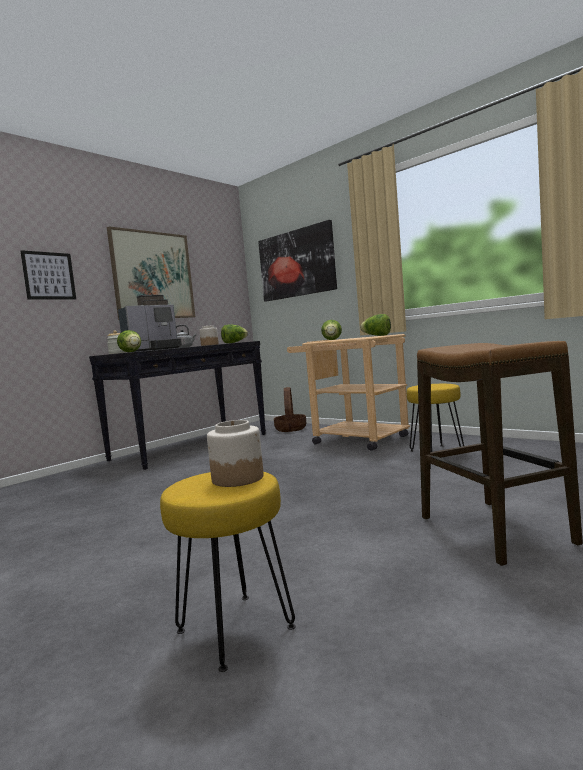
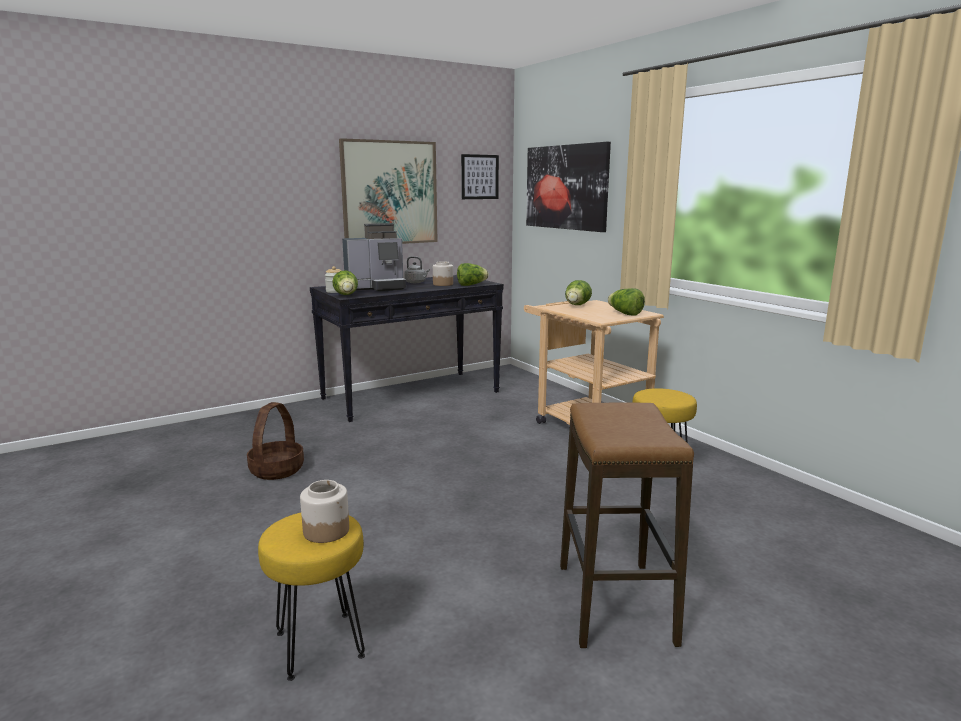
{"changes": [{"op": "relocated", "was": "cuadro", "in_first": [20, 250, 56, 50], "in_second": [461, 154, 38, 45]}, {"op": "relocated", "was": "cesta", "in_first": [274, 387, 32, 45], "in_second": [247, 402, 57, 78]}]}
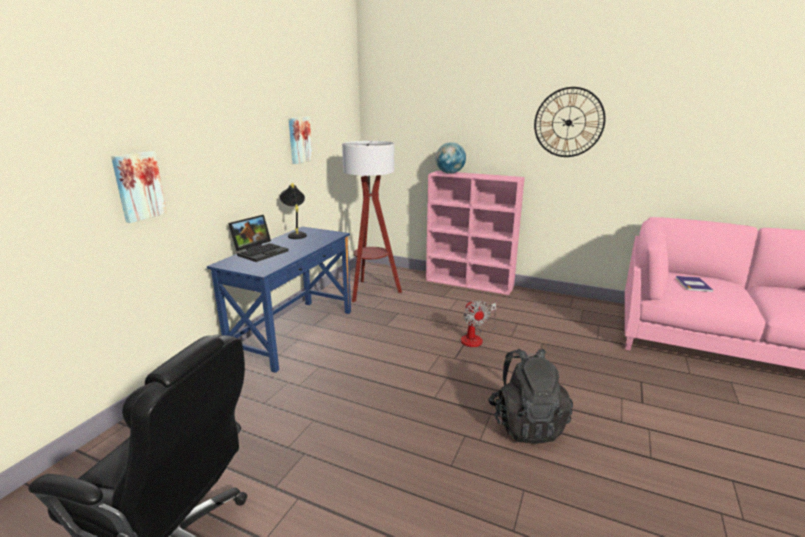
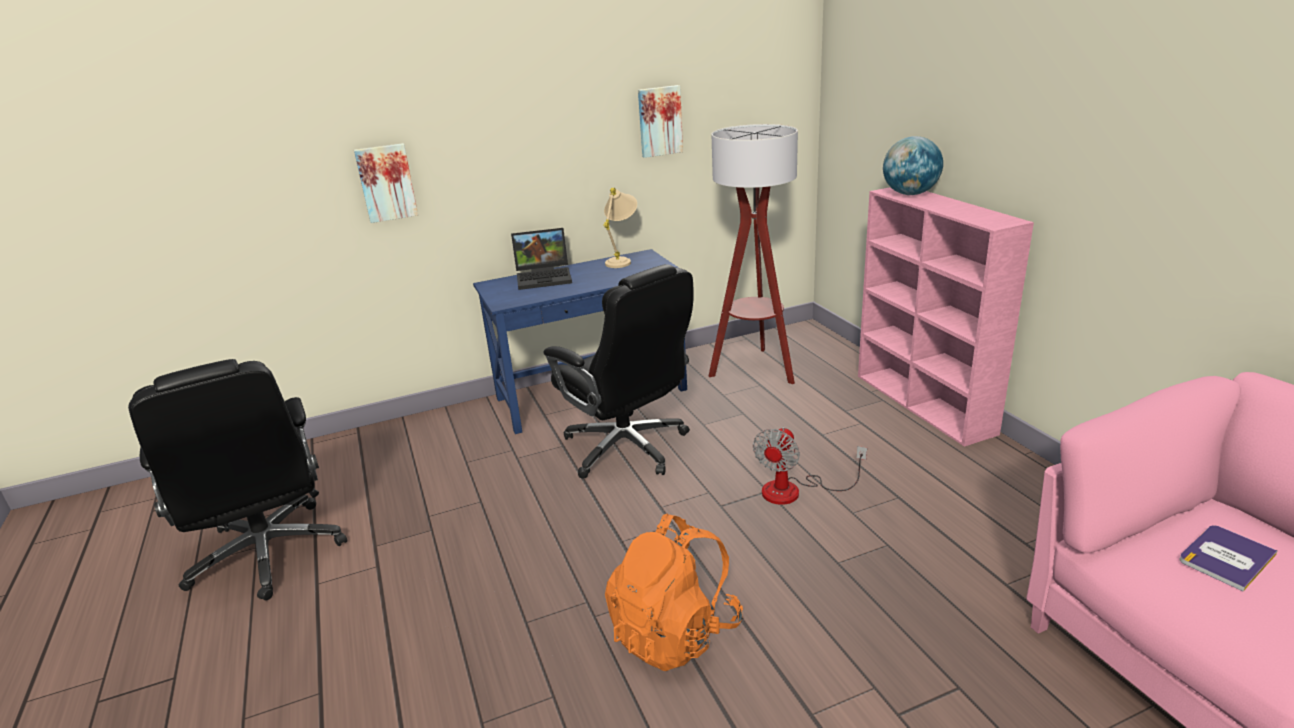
{"changes": [{"op": "colour", "was": "lámpara de mesa [negro]", "now": "lámpara de mesa [beis]", "in_first": [280, 183, 27, 56], "in_second": [603, 188, 34, 80]}, {"op": "colour", "was": "mochila [negro]", "now": "mochila [naranja]", "in_first": [488, 348, 85, 96], "in_second": [605, 513, 138, 158]}, {"op": "missing", "was": "reloj de pared", "in_first": [534, 87, 71, 70]}, {"op": "appeared", "now": "silla de oficina [negro]", "in_second": [543, 264, 151, 215]}]}
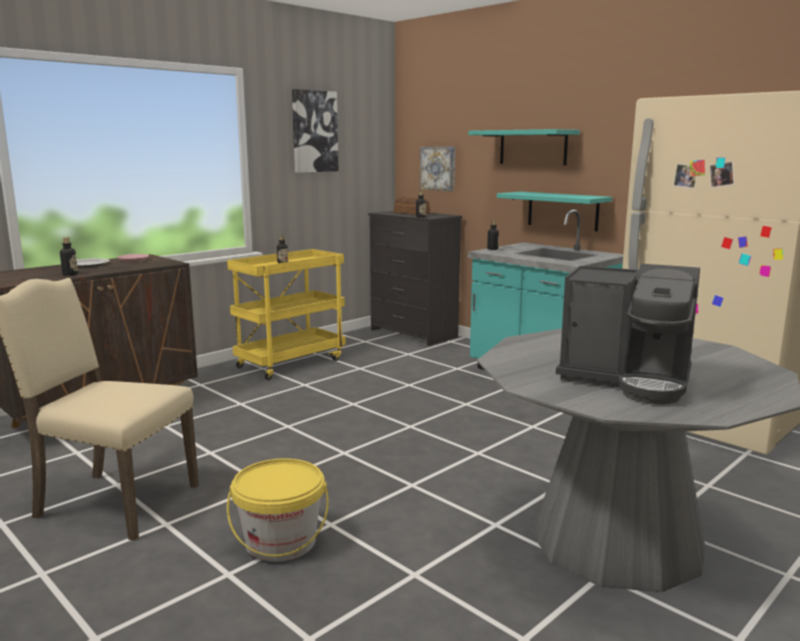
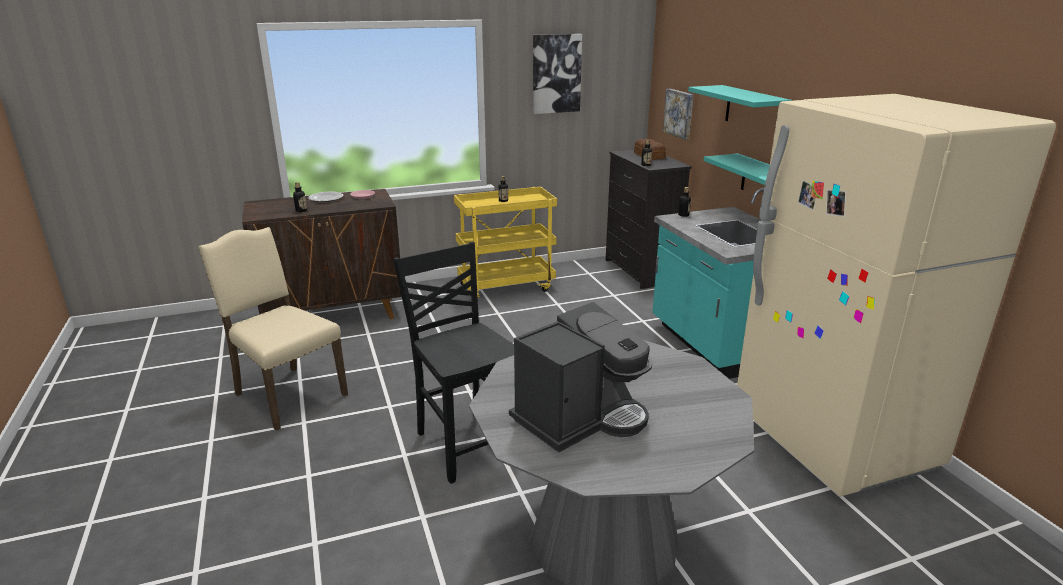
{"changes": [{"op": "missing", "was": "cubo [amarillo]", "in_first": [227, 458, 102, 104]}, {"op": "spun", "was": "cafetera", "in_first": [556, 264, 144, 140], "in_second": [509, 302, 143, 150], "clockwise": -90}, {"op": "appeared", "now": "silla [negro]", "in_second": [393, 242, 121, 242]}]}
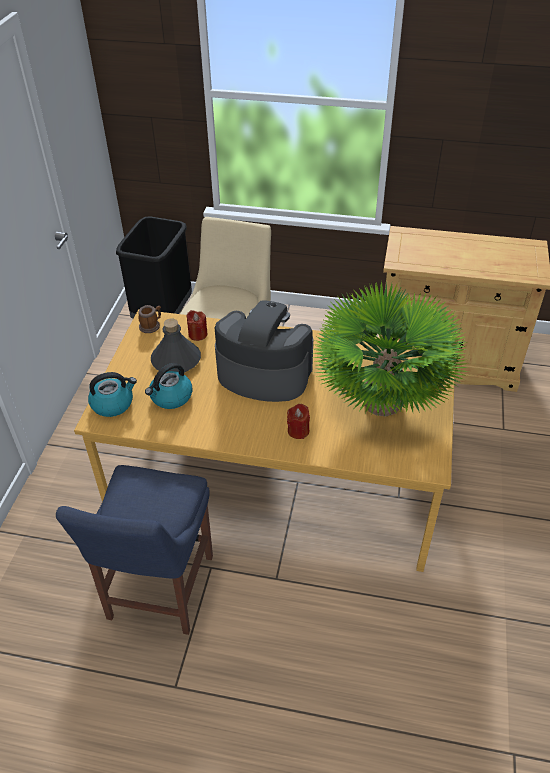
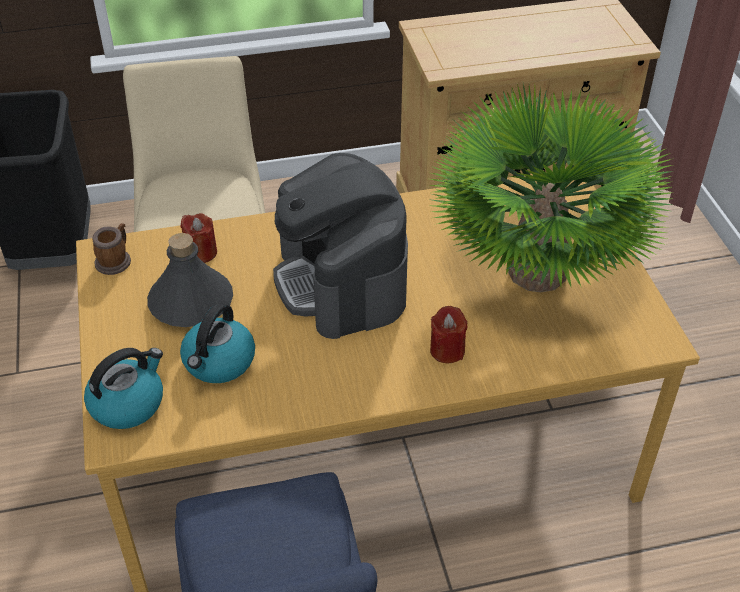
{"changes": [{"op": "spun", "was": "cafetera", "in_first": [215, 300, 98, 102], "in_second": [273, 153, 135, 186], "clockwise": -105}]}
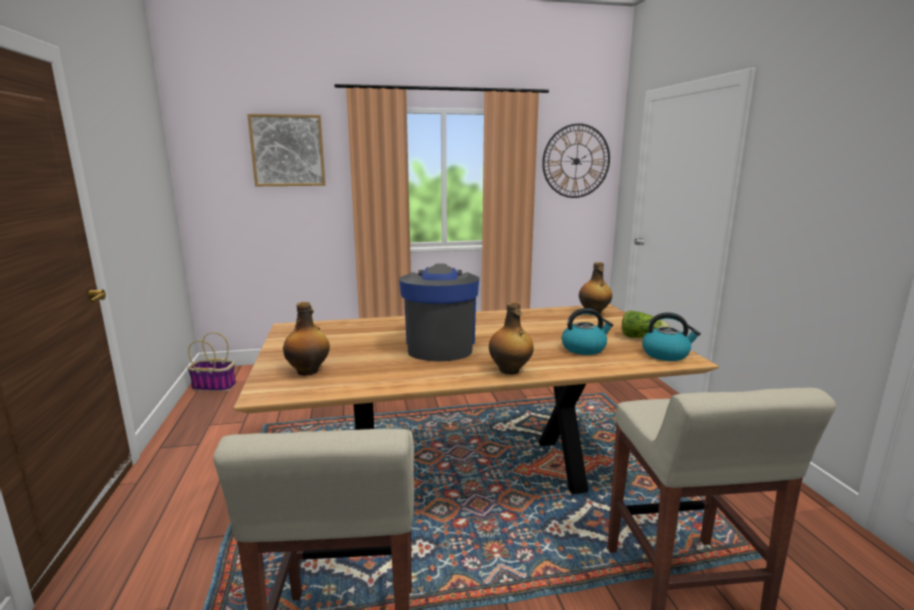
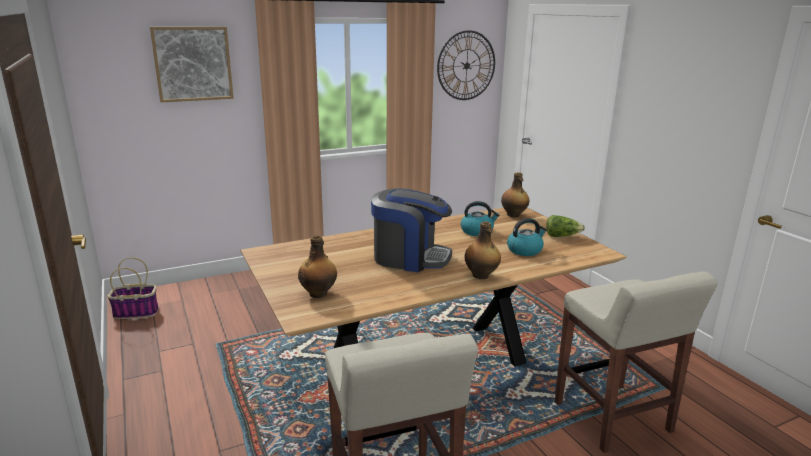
{"changes": [{"op": "spun", "was": "cafetera", "in_first": [399, 264, 80, 97], "in_second": [371, 188, 81, 84], "clockwise": 120}, {"op": "relocated", "was": "hervidor", "in_first": [642, 312, 59, 49], "in_second": [461, 201, 39, 35]}]}
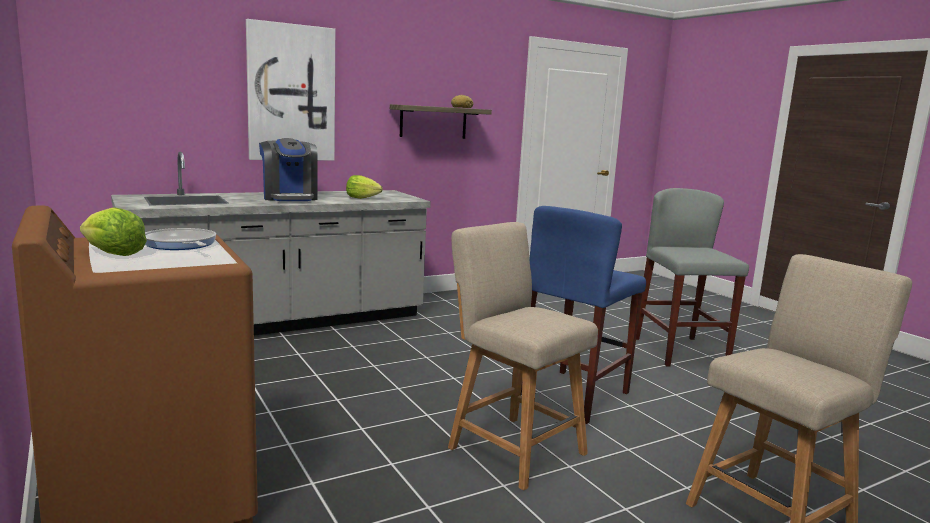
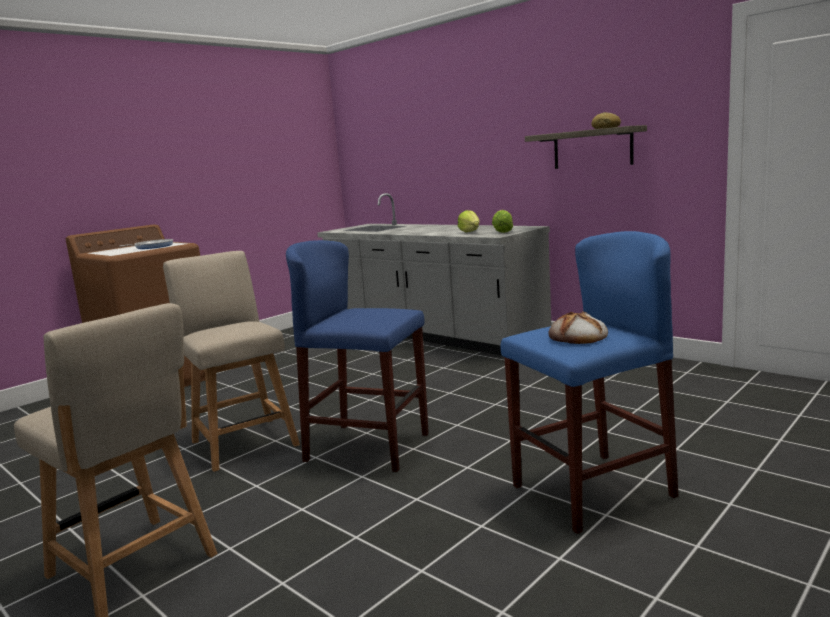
{"changes": [{"op": "relocated", "was": "lechuga", "in_first": [80, 207, 67, 49], "in_second": [492, 210, 21, 23]}, {"op": "missing", "was": "cuadro", "in_first": [246, 19, 89, 142]}, {"op": "missing", "was": "cafetera", "in_first": [259, 138, 59, 63]}, {"op": "spun", "was": "silla [beis]", "in_first": [448, 222, 150, 269], "in_second": [163, 251, 137, 221], "clockwise": -60}, {"op": "colour", "was": "taburete [gris]", "now": "taburete [azul]", "in_first": [636, 188, 113, 178], "in_second": [501, 231, 177, 303]}, {"op": "appeared", "now": "pan", "in_second": [548, 312, 60, 32]}]}
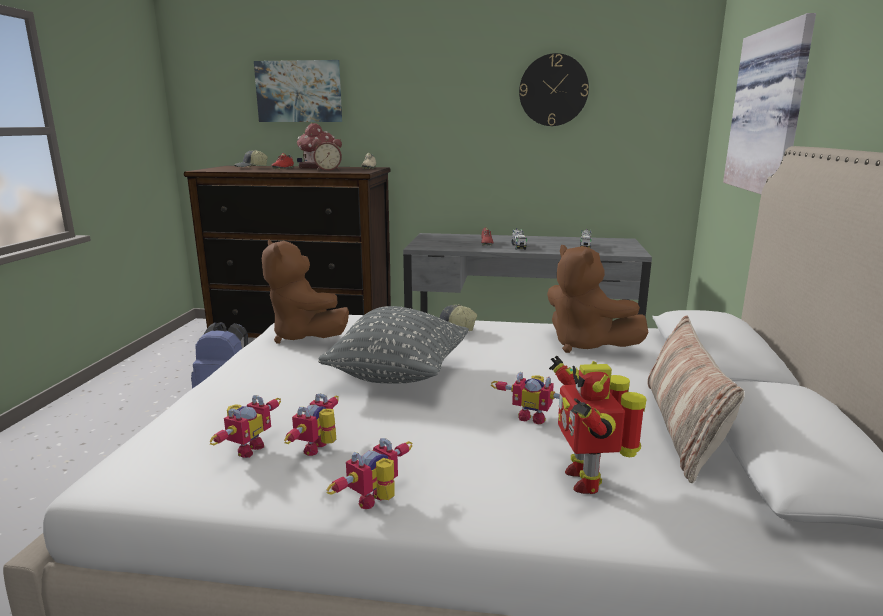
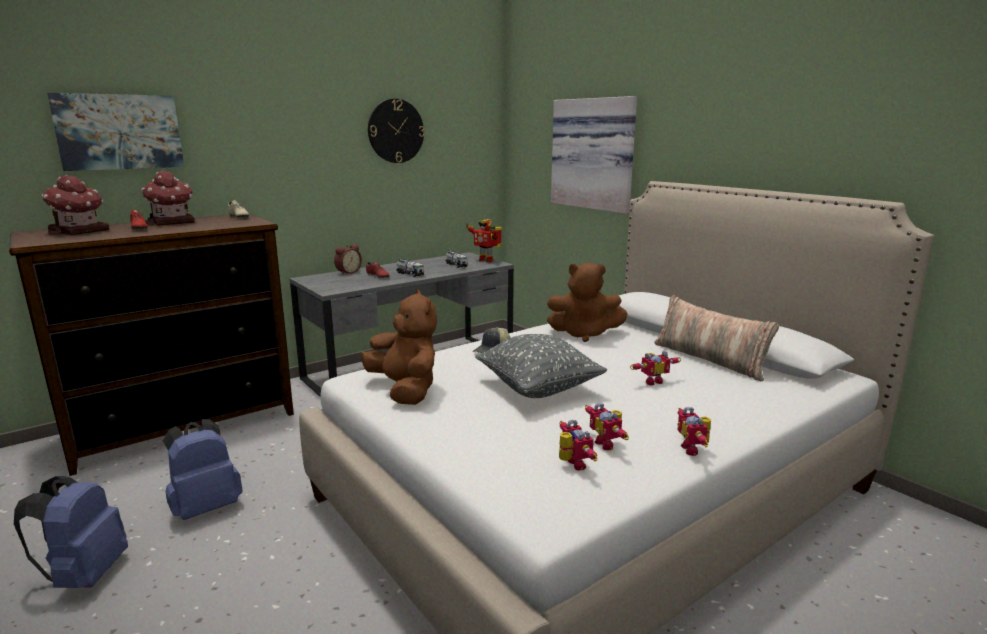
{"changes": [{"op": "exchanged", "was": "gorra", "now": "casita", "in_first": [234, 150, 34, 17], "in_second": [42, 175, 67, 60]}, {"op": "spun", "was": "peluche [marrón]", "in_first": [262, 239, 87, 105], "in_second": [361, 290, 76, 115], "clockwise": -135}, {"op": "relocated", "was": "despertador", "in_first": [312, 139, 30, 32], "in_second": [334, 244, 28, 31]}, {"op": "relocated", "was": "robot de juguete", "in_first": [549, 356, 98, 138], "in_second": [466, 219, 36, 43]}, {"op": "appeared", "now": "mochila [azul]", "in_second": [14, 476, 114, 112]}]}
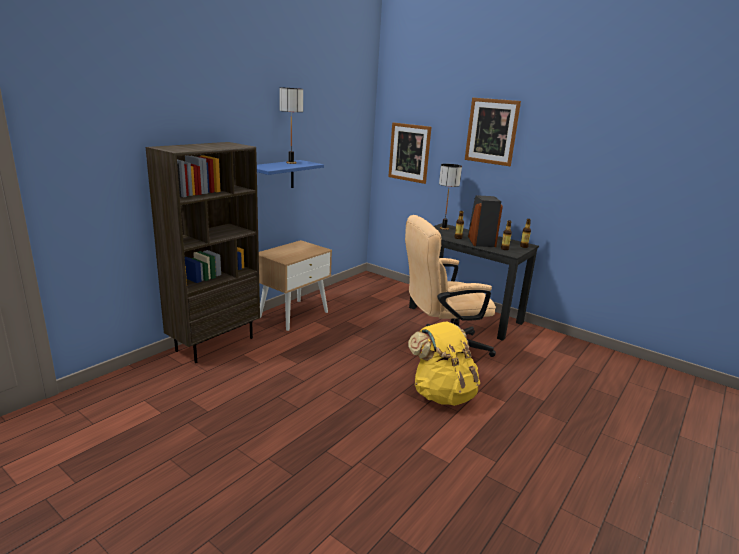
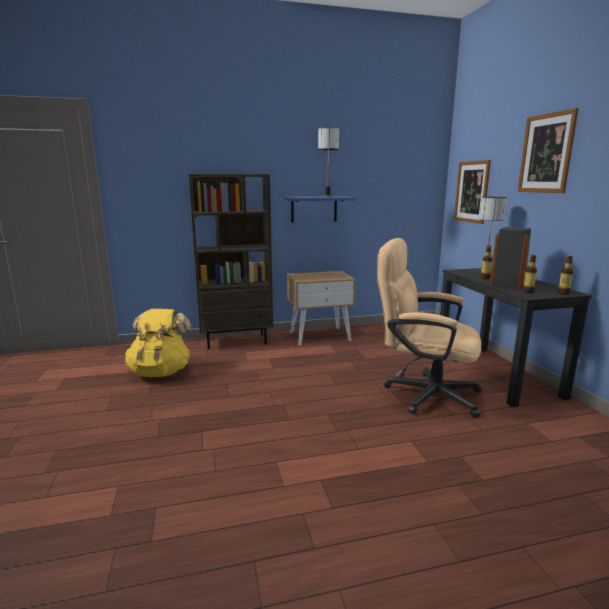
{"changes": [{"op": "relocated", "was": "mochila [amarillo]", "in_first": [408, 321, 72, 85], "in_second": [125, 309, 66, 68]}]}
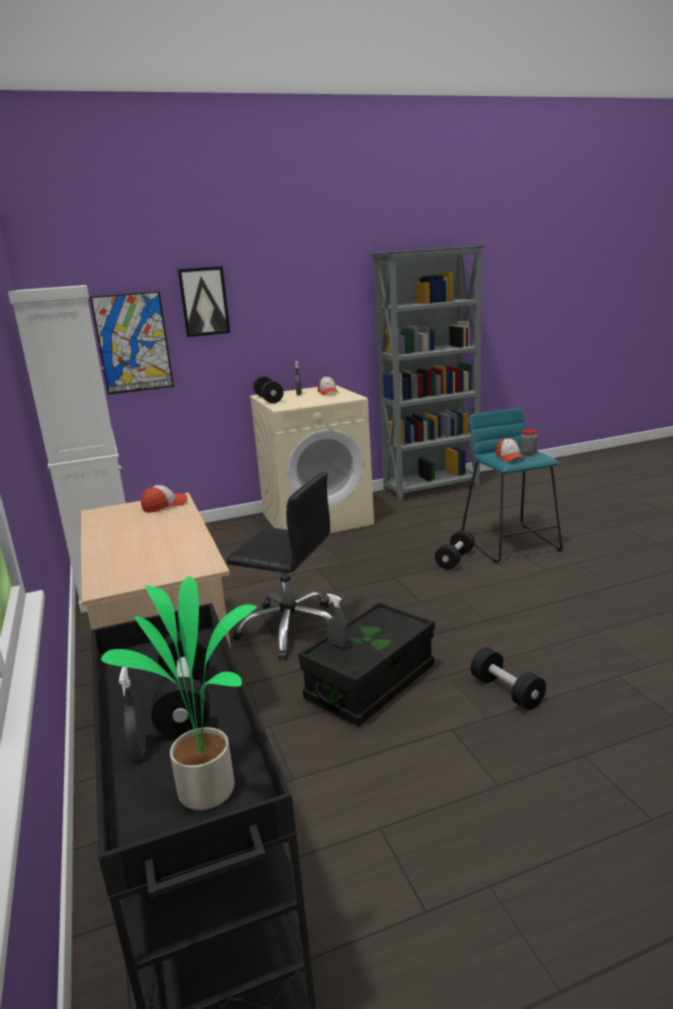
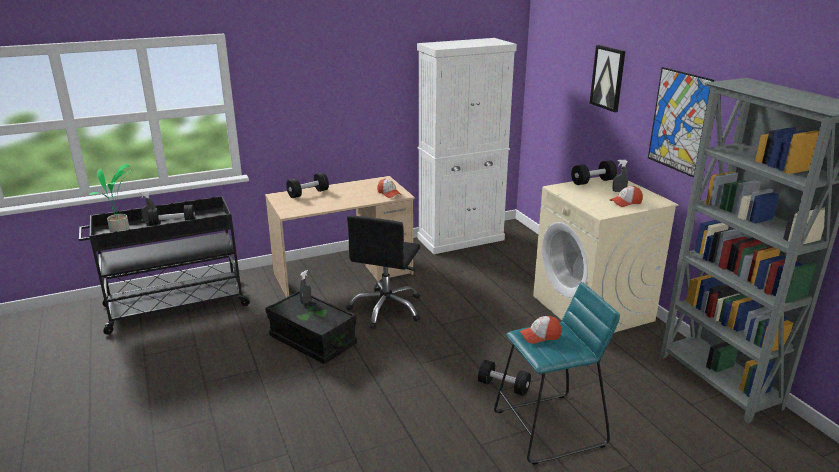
{"changes": [{"op": "relocated", "was": "cuadro", "in_first": [90, 291, 84, 104], "in_second": [648, 67, 66, 111]}, {"op": "relocated", "was": "mancuerna [negro]", "in_first": [471, 647, 75, 63], "in_second": [286, 173, 43, 25]}, {"op": "missing", "was": "tarro", "in_first": [520, 429, 18, 26]}]}
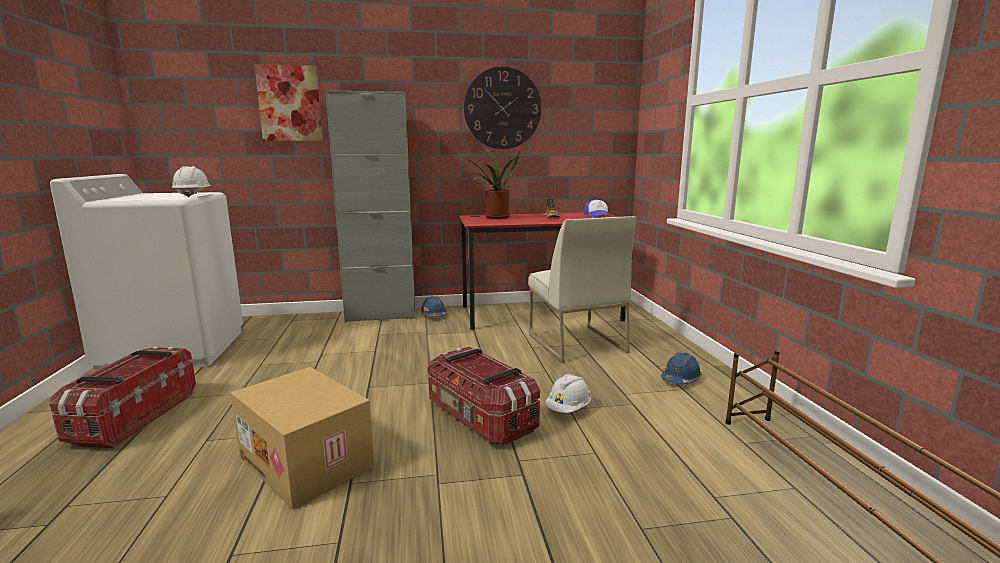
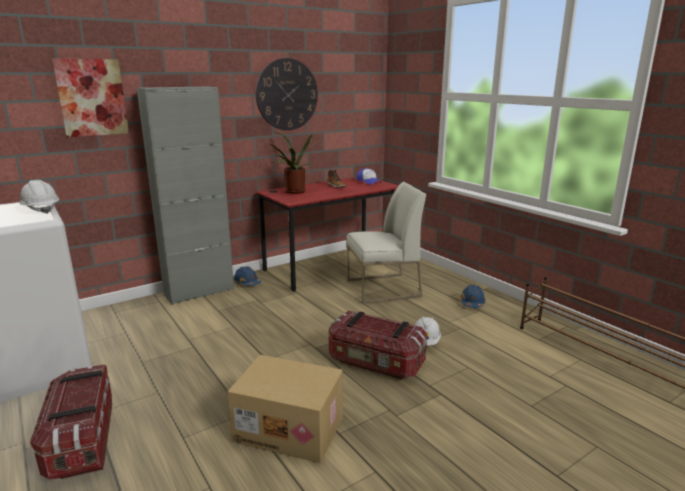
{"changes": [{"op": "spun", "was": "silla [blanco]", "in_first": [528, 216, 108, 147], "in_second": [347, 182, 79, 122], "clockwise": -60}]}
